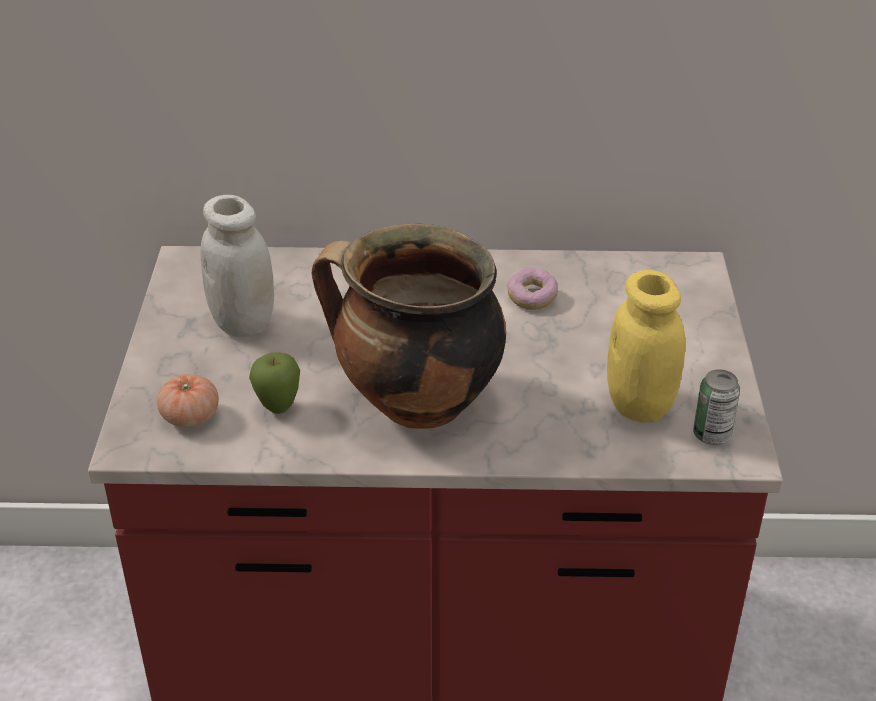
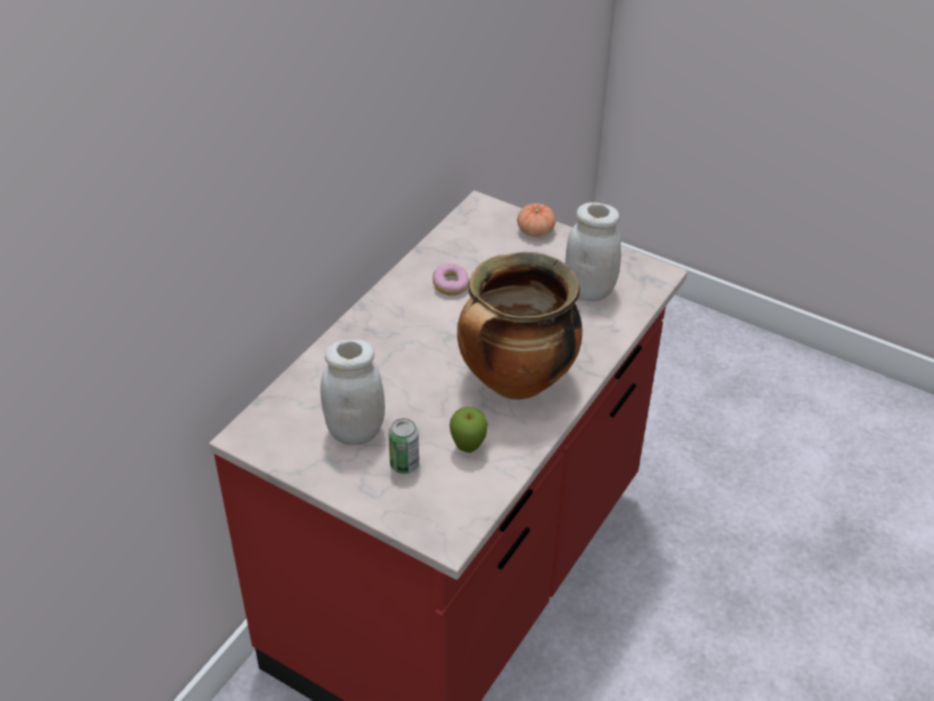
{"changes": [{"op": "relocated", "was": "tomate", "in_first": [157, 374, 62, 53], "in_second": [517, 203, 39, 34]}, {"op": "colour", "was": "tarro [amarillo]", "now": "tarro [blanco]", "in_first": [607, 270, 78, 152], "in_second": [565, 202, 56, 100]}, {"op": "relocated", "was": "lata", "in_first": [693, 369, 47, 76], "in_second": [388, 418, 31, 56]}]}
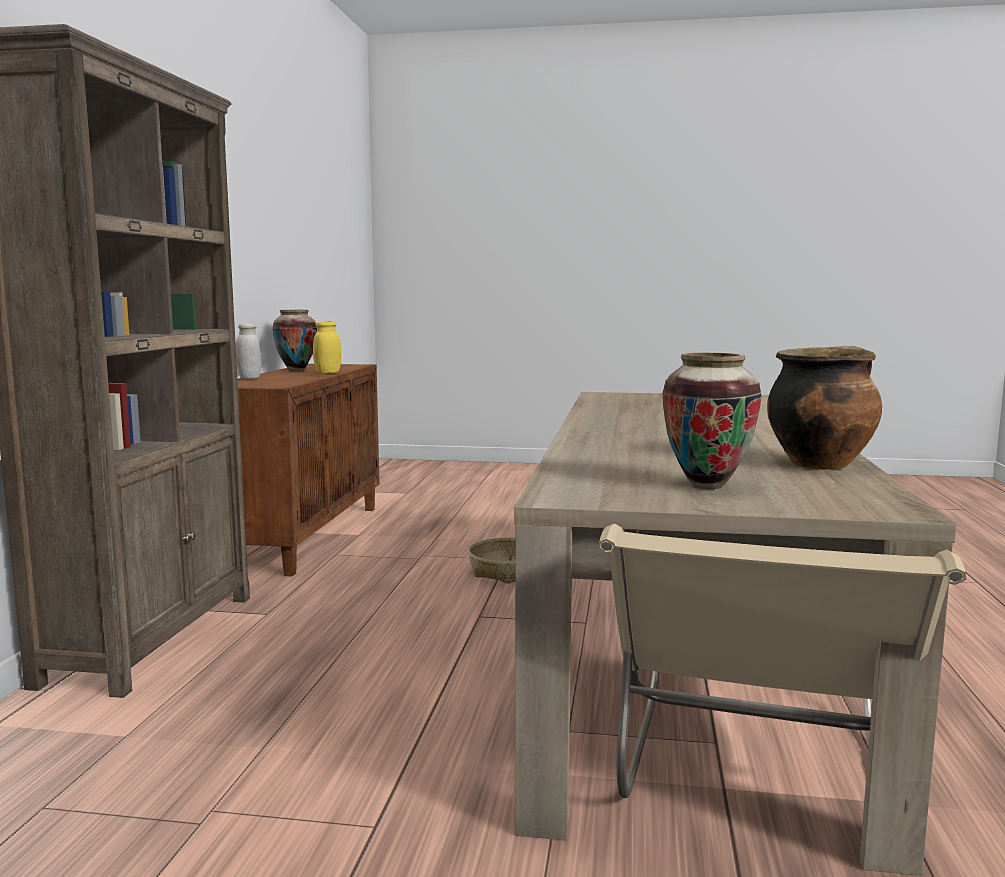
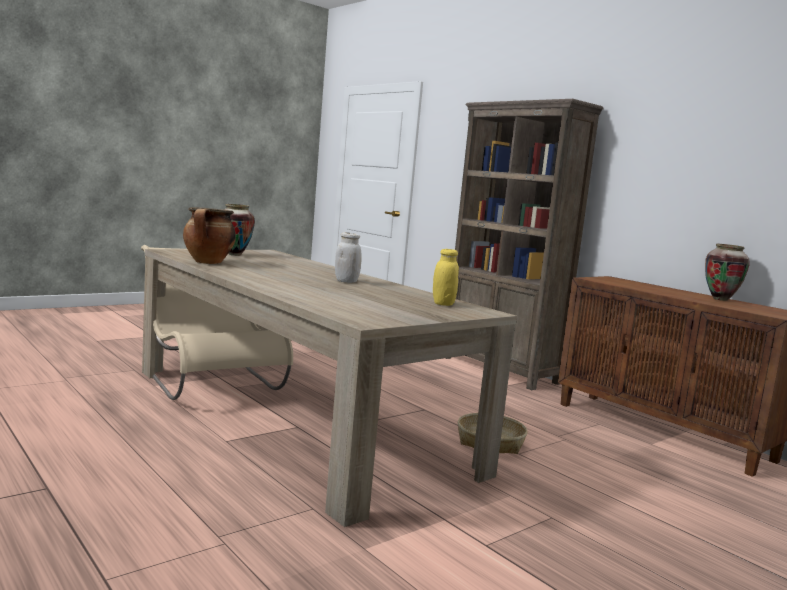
{"changes": [{"op": "relocated", "was": "tarro [blanco]", "in_first": [236, 323, 25, 56], "in_second": [335, 232, 26, 51]}, {"op": "relocated", "was": "tarro [amarillo]", "in_first": [313, 321, 28, 53], "in_second": [433, 249, 26, 57]}]}
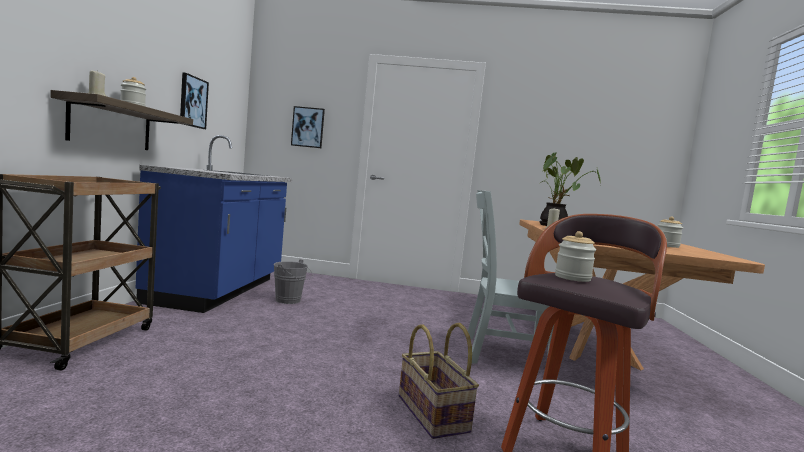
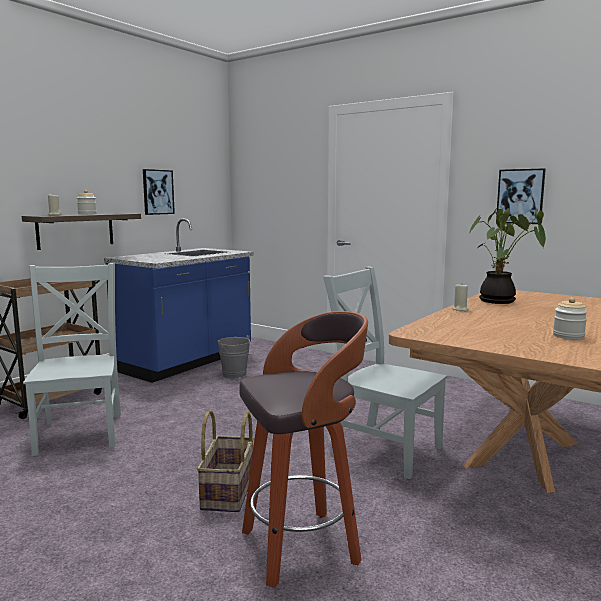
{"changes": [{"op": "relocated", "was": "cuadro", "in_first": [291, 106, 34, 42], "in_second": [496, 168, 50, 56]}, {"op": "missing", "was": "tarro", "in_first": [555, 231, 41, 51]}, {"op": "appeared", "now": "silla [gris]", "in_second": [23, 263, 98, 193]}]}
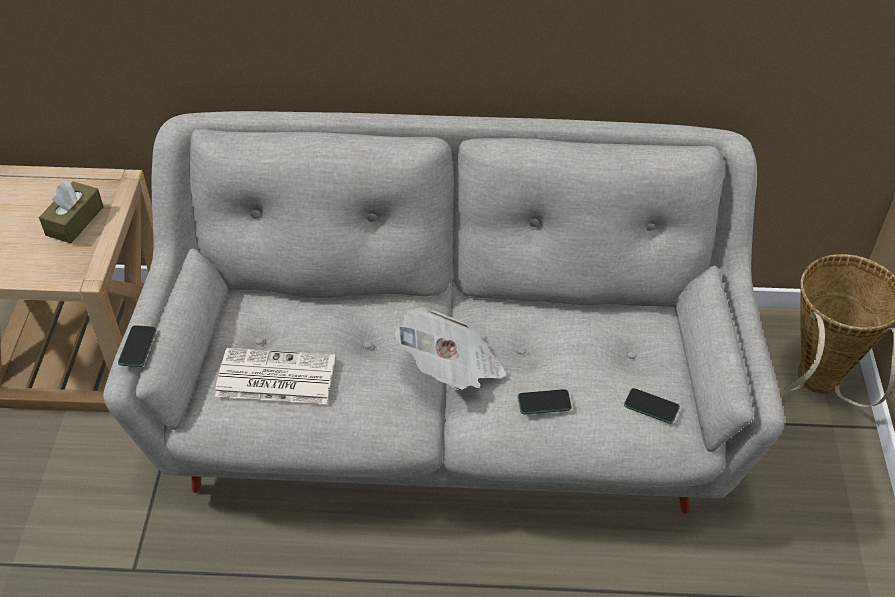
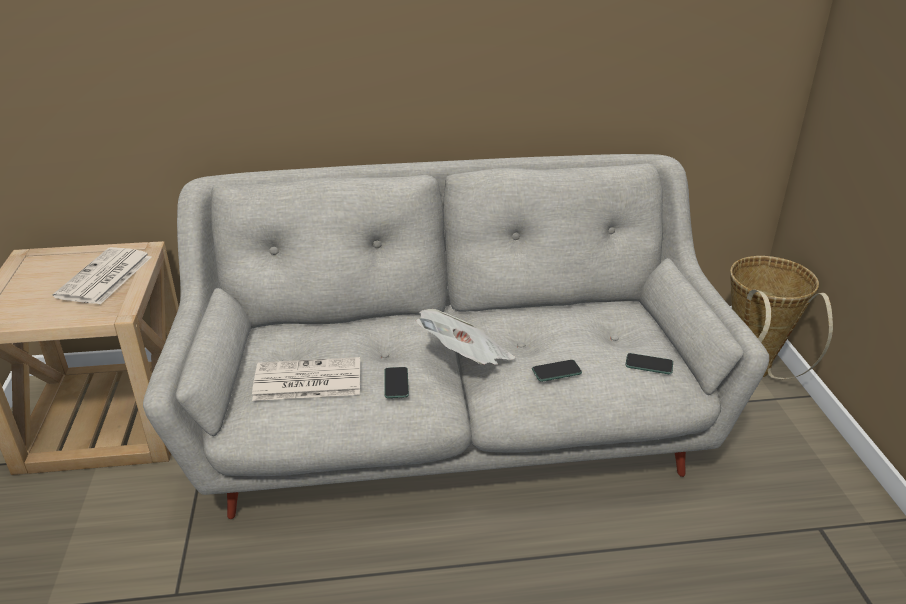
{"changes": [{"op": "exchanged", "was": "caja de pañuelos [marrón]", "now": "periódico", "in_first": [39, 180, 65, 63], "in_second": [53, 247, 98, 58]}, {"op": "relocated", "was": "móvil", "in_first": [118, 325, 38, 42], "in_second": [384, 367, 25, 31]}]}
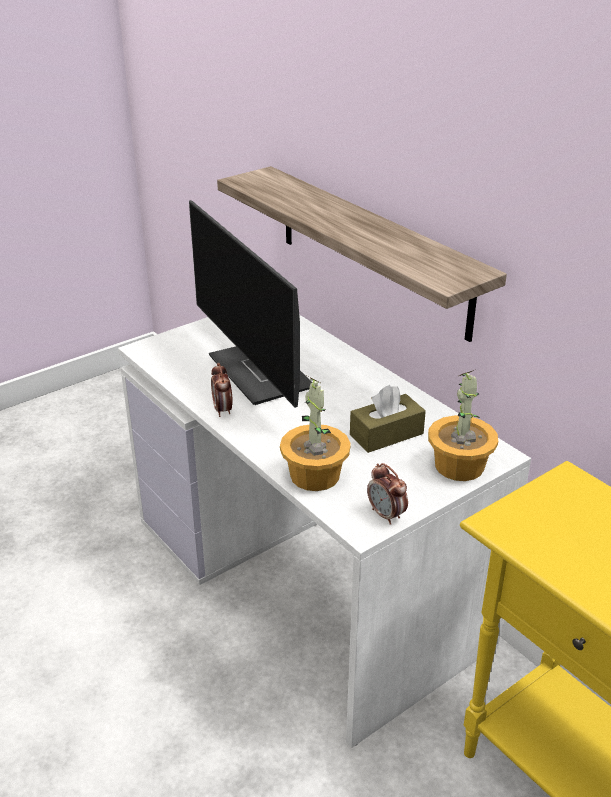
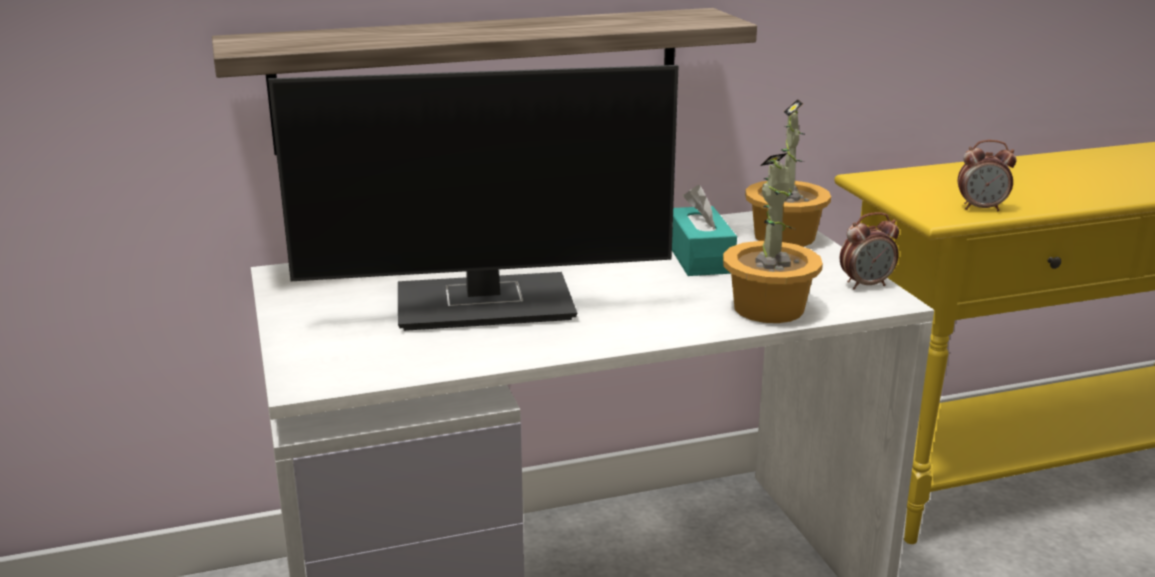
{"changes": [{"op": "relocated", "was": "despertador", "in_first": [211, 363, 22, 54], "in_second": [958, 140, 59, 72]}, {"op": "colour", "was": "caja de pañuelos [marrón]", "now": "caja de pañuelos [turquesa]", "in_first": [350, 385, 76, 68], "in_second": [672, 185, 65, 91]}]}
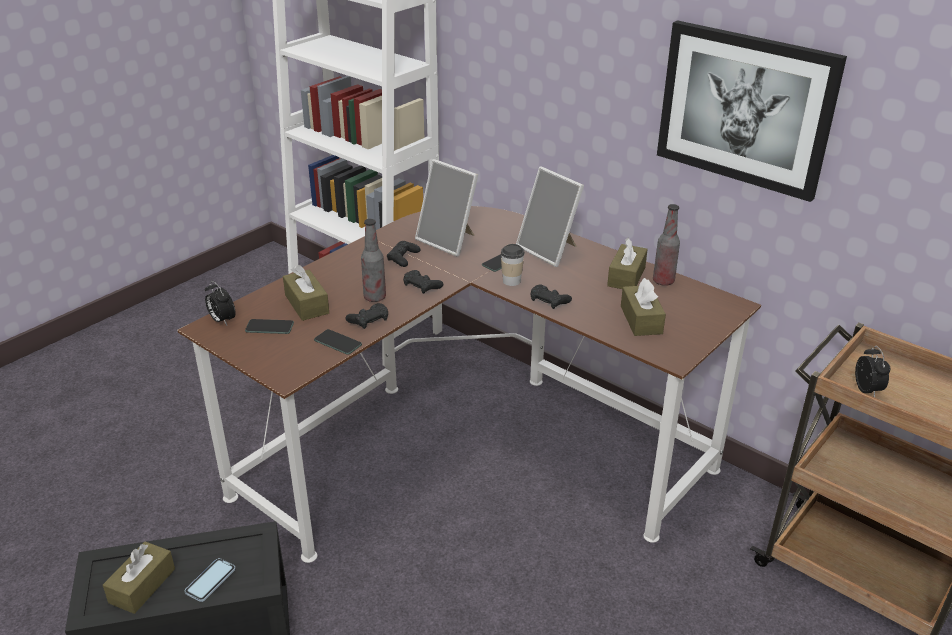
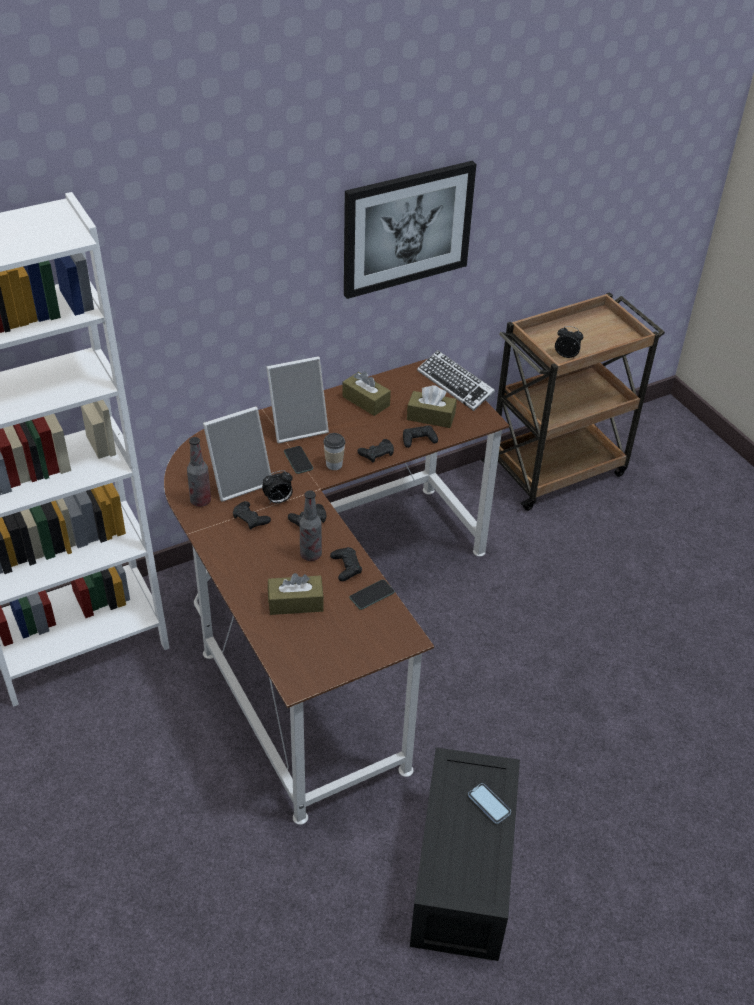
{"changes": [{"op": "missing", "was": "caja de pañuelos [marrón]", "in_first": [103, 541, 72, 73]}, {"op": "relocated", "was": "despertador", "in_first": [205, 281, 31, 44], "in_second": [262, 470, 31, 34]}, {"op": "missing", "was": "móvil", "in_first": [245, 319, 49, 15]}, {"op": "relocated", "was": "botella", "in_first": [653, 204, 27, 82], "in_second": [187, 437, 24, 70]}, {"op": "appeared", "now": "mando de consola [negro]", "in_second": [403, 425, 35, 23]}, {"op": "appeared", "now": "teclado", "in_second": [417, 350, 78, 61]}]}
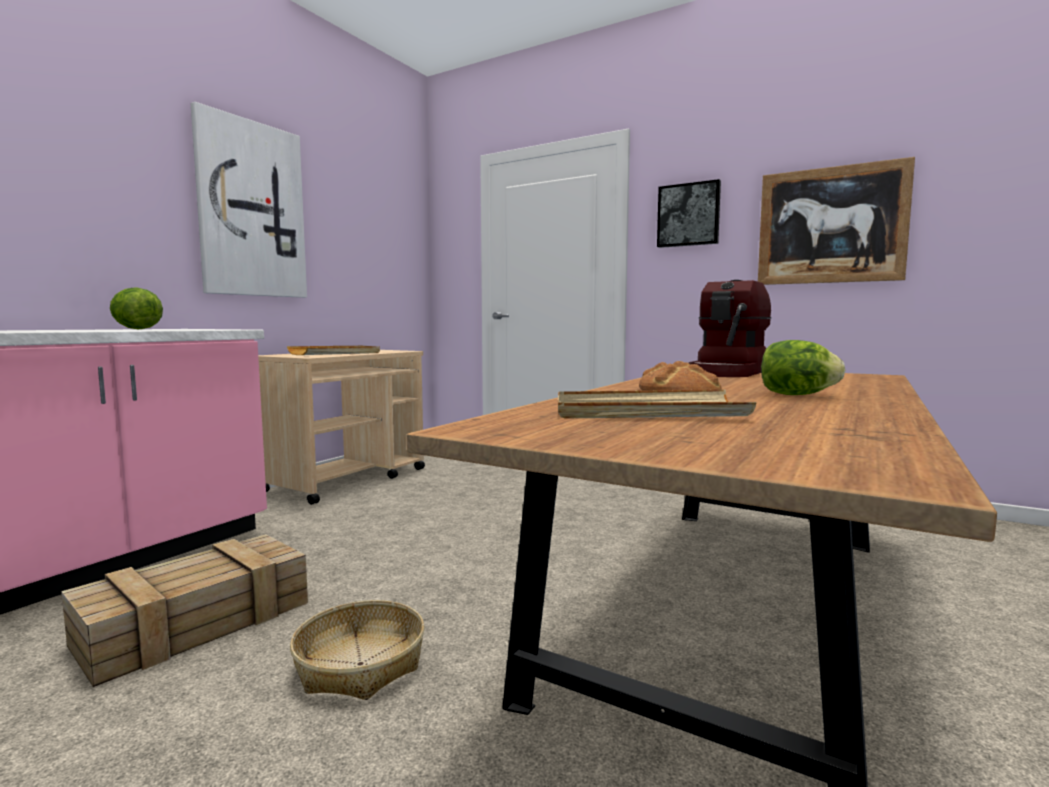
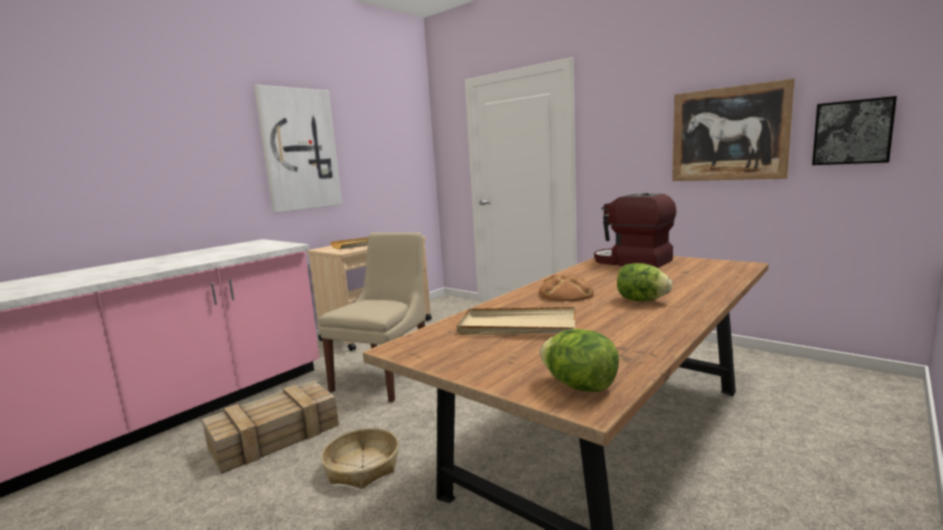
{"changes": [{"op": "relocated", "was": "lechuga", "in_first": [110, 288, 53, 41], "in_second": [540, 329, 79, 63]}, {"op": "relocated", "was": "cuadro", "in_first": [657, 179, 64, 69], "in_second": [812, 96, 85, 69]}, {"op": "spun", "was": "cafetera", "in_first": [689, 280, 82, 97], "in_second": [594, 193, 83, 75], "clockwise": 90}, {"op": "appeared", "now": "silla [beis]", "in_second": [318, 233, 108, 169]}]}
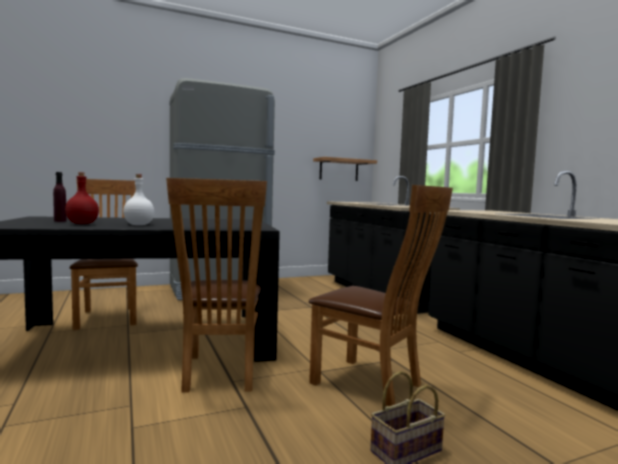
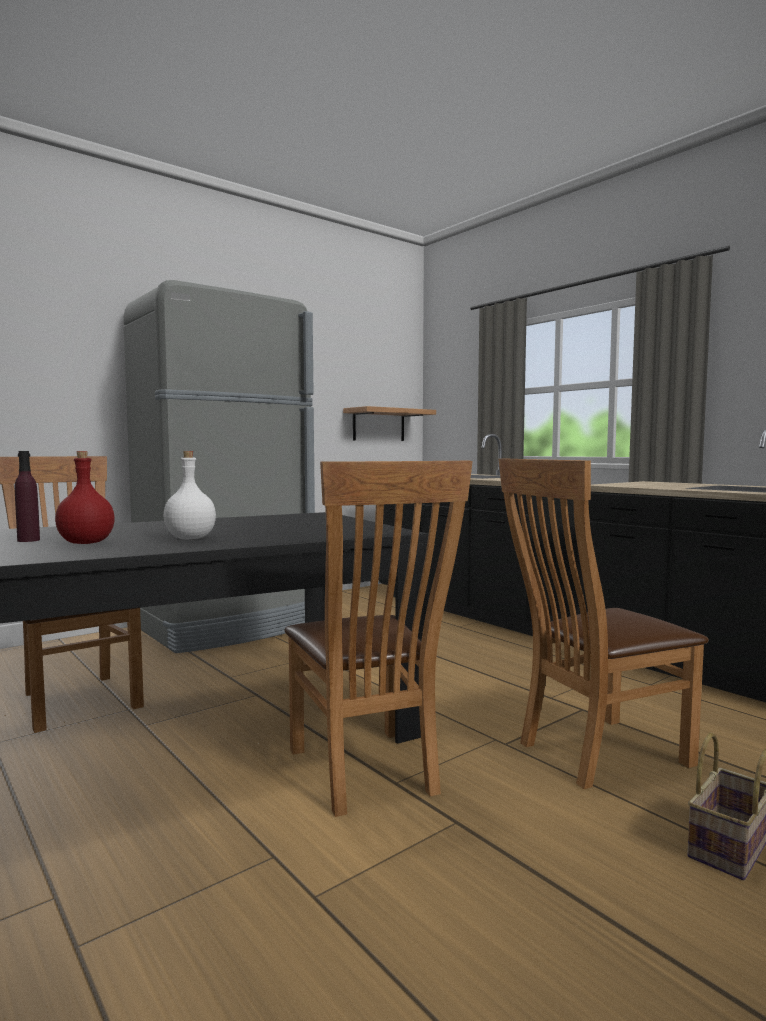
{"changes": [{"op": "spun", "was": "silla [marrón]", "in_first": [309, 185, 144, 221], "in_second": [499, 458, 210, 331], "clockwise": 135}]}
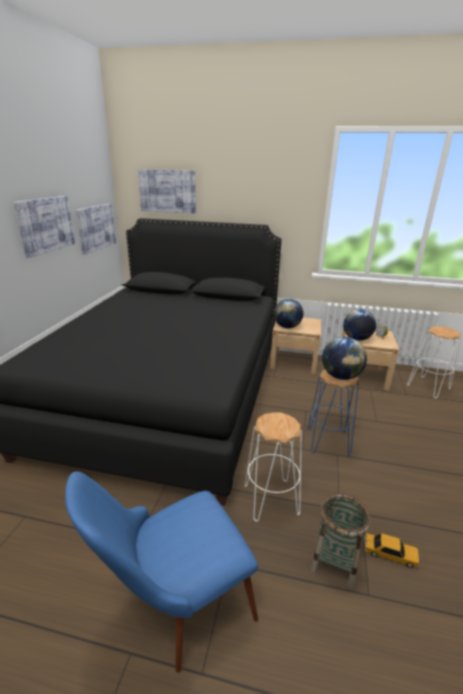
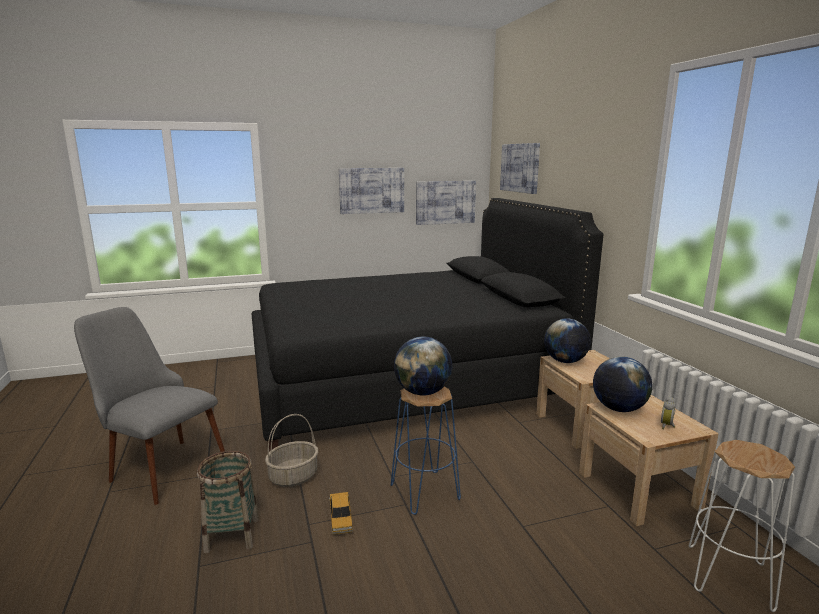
{"changes": [{"op": "colour", "was": "silla [azul]", "now": "silla [gris]", "in_first": [65, 471, 193, 202], "in_second": [74, 307, 151, 198]}, {"op": "exchanged", "was": "taburete [blanco]", "now": "cesta", "in_first": [244, 412, 58, 110], "in_second": [265, 414, 53, 73]}, {"op": "relocated", "was": "coche de juguete", "in_first": [364, 533, 55, 35], "in_second": [329, 492, 24, 43]}]}
